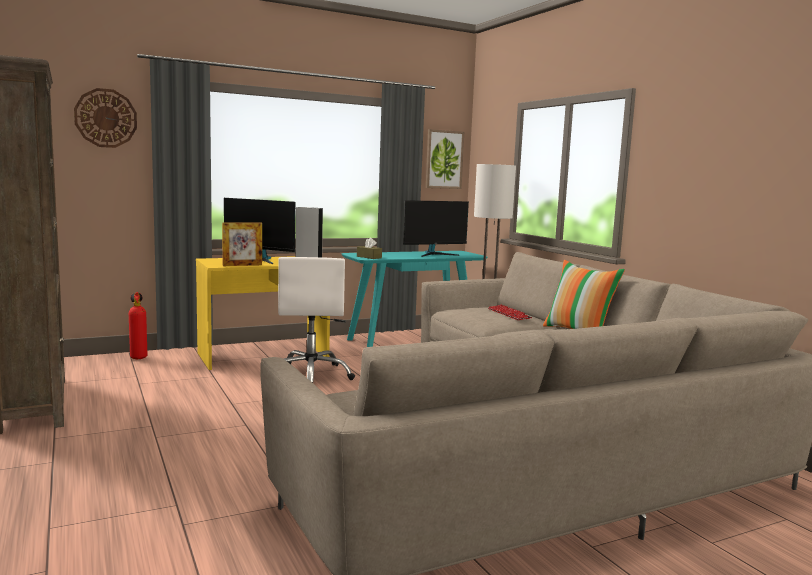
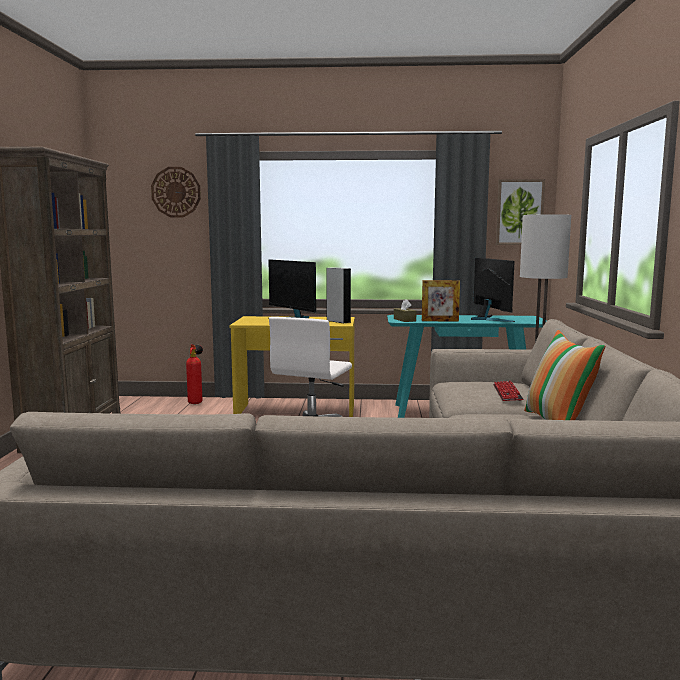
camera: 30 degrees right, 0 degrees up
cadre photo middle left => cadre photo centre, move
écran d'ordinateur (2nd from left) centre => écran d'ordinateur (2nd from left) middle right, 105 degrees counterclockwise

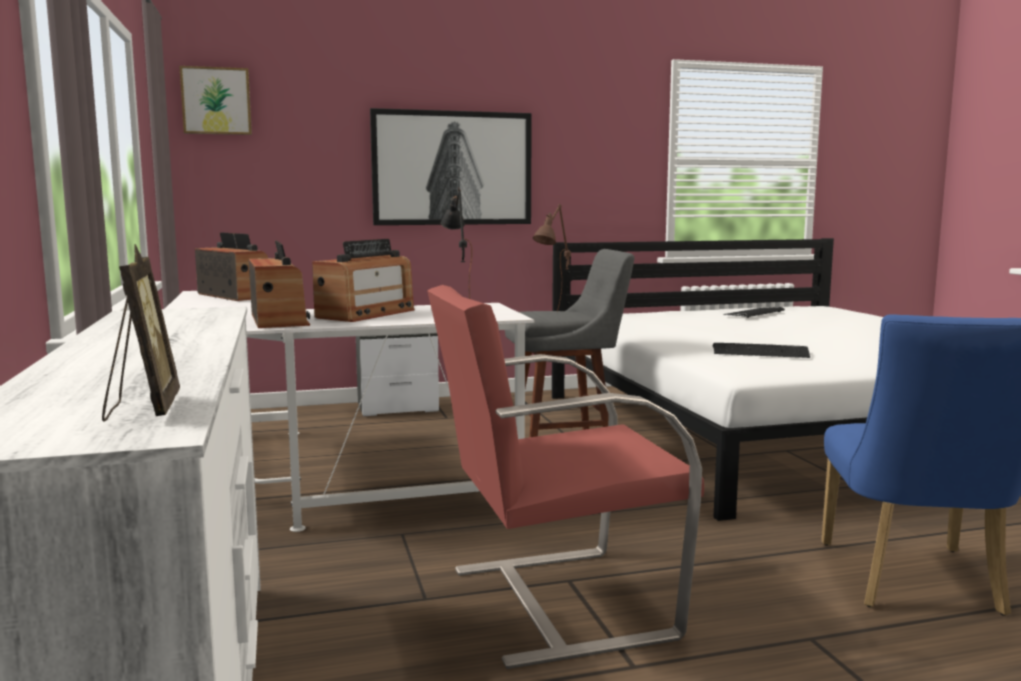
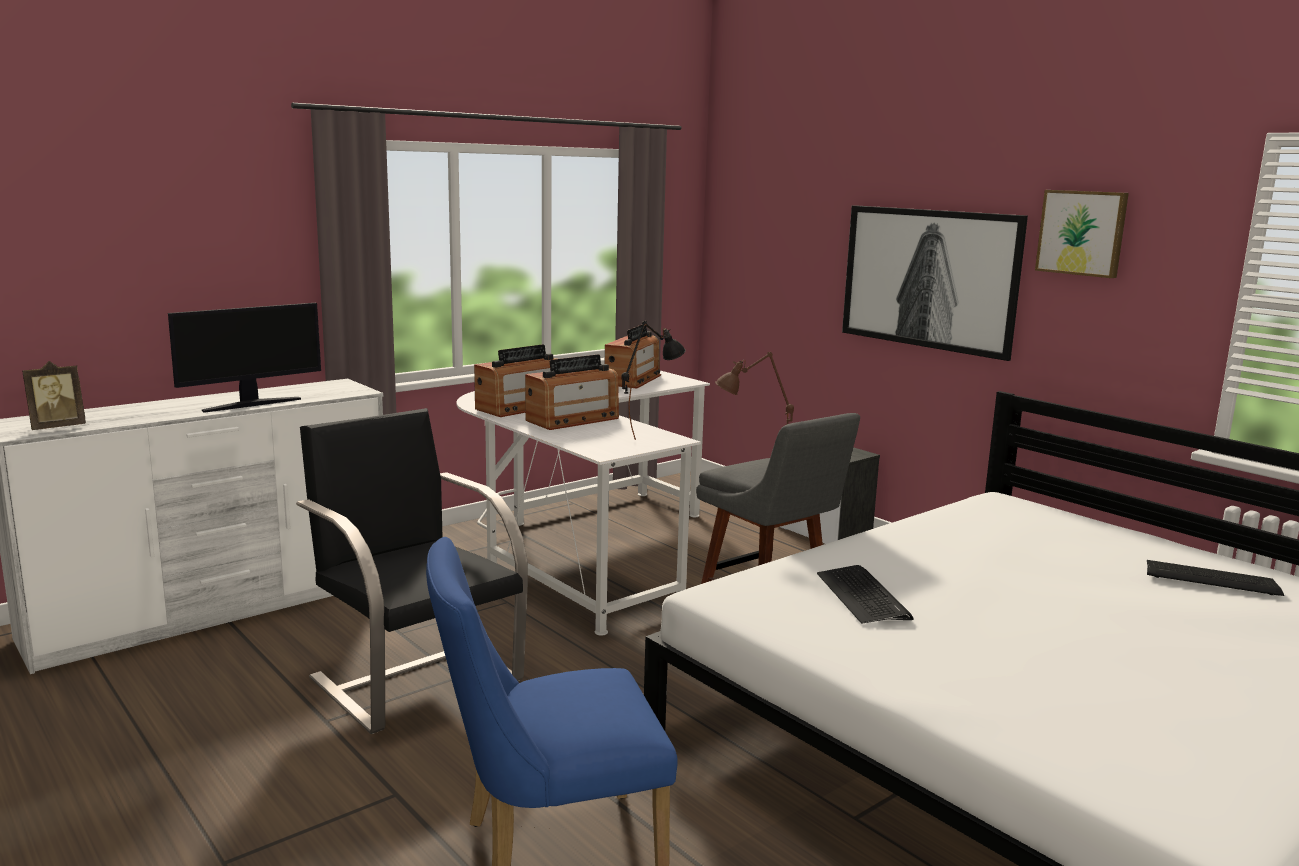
camera: 65 degrees right, 5 degrees up
nothing => écran d'ordinateur middle left
tableau (1st from left in the first image) top left => tableau (2nd from left) top right, move
fauteuil (rouge) bottom centre => fauteuil (noir) middle left
radio (3rd from left in the first image) centre => radio (2nd from left) centre, 45 degrees counterclockwise

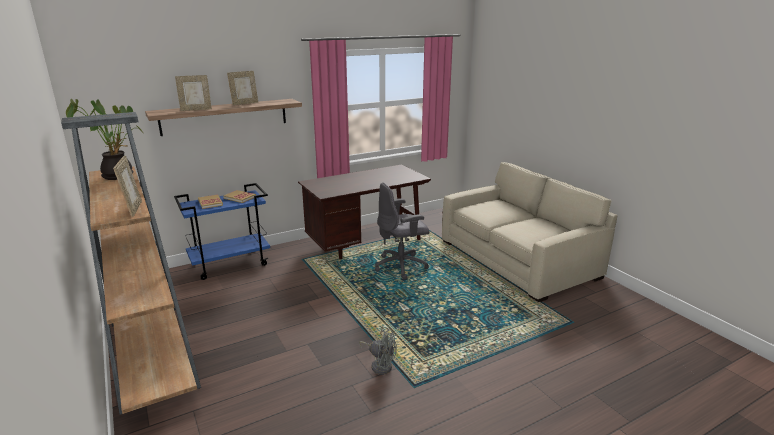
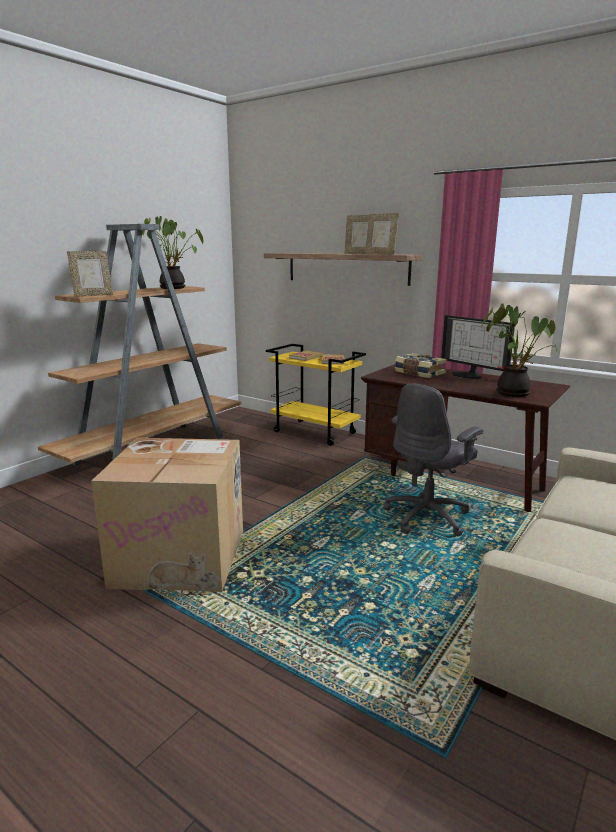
camera: 65 degrees right, 5 degrees down
nothing => livre (3rd from left) middle right
nothing => écran d'ordinateur middle right
nothing => plante en pot (2nd from left) middle right
cadre photo (2nd from left in the first image) top left => cadre photo (3rd from left) top centre, move
ventilateur (gris) bottom centre => carton middle left
chariot (bleu) middle left => chariot (jaune) centre
chaise de bureau (gris) centre => chaise de bureau (gris) middle right, 90 degrees counterclockwise

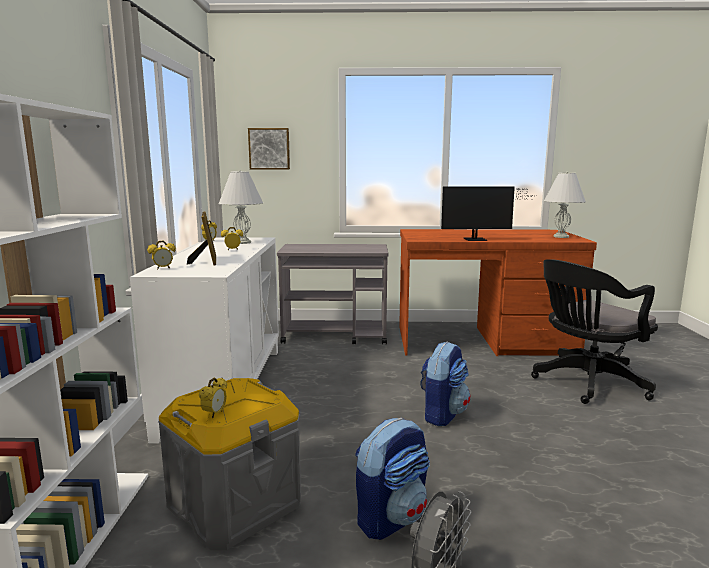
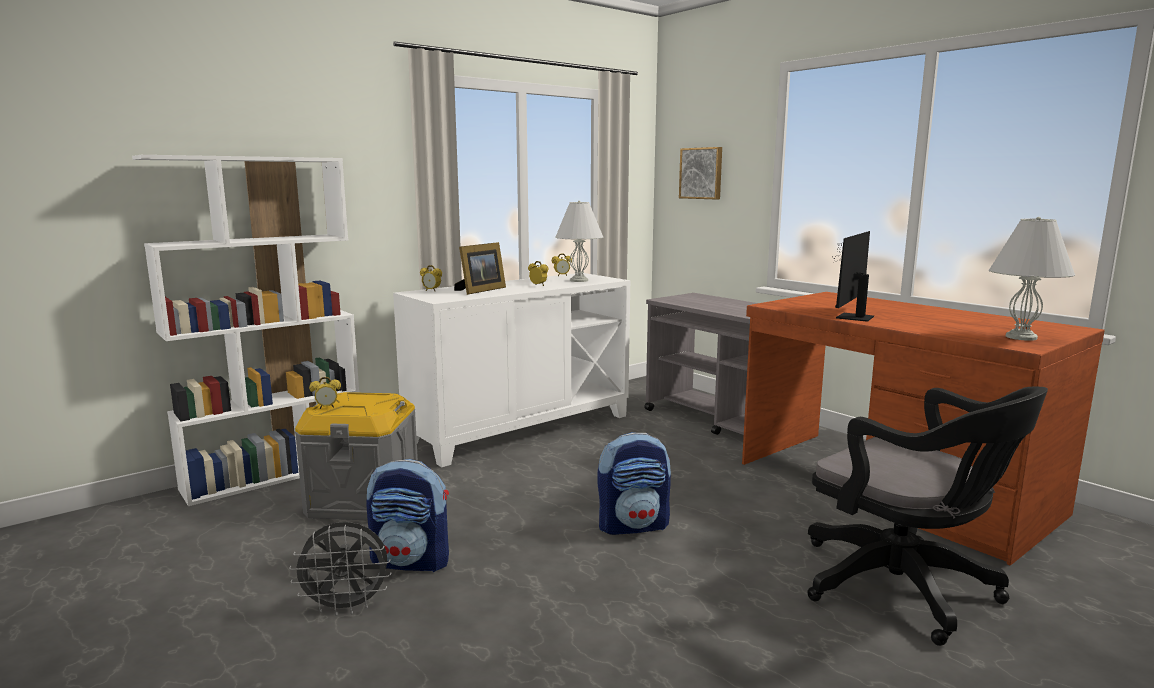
camera: 50 degrees right, 0 degrees up
écran d'ordinateur middle right, 75 degrees clockwise
chaise de bureau (noir) middle right => chaise de bureau (noir) bottom right, 150 degrees counterclockwise

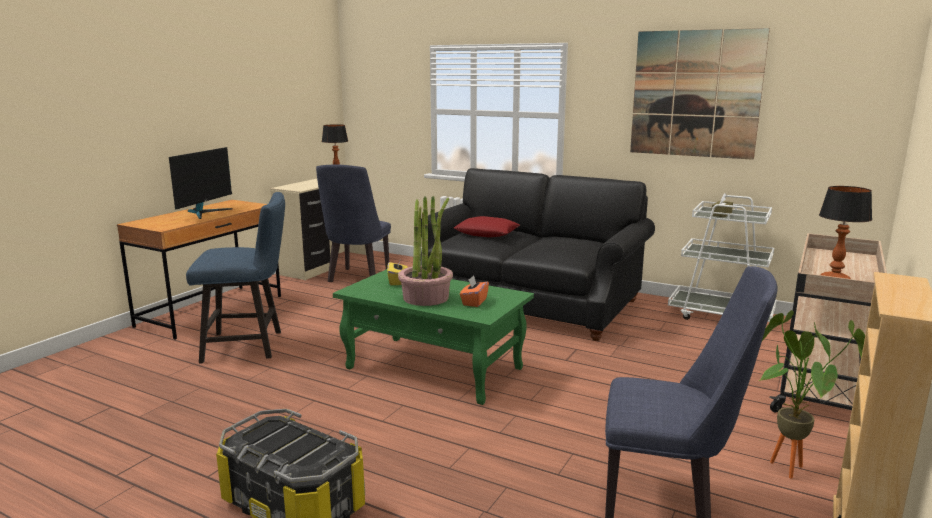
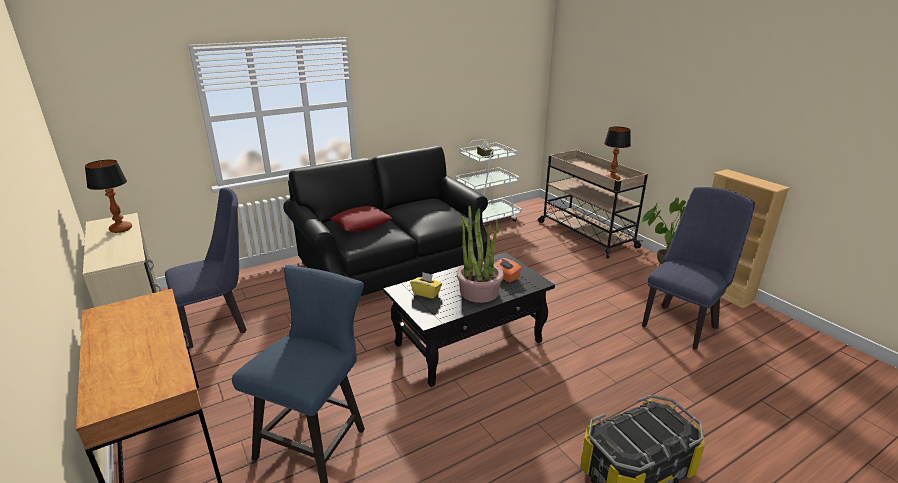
camera: 60 degrees left, 10 degrees up
écran d'ordinateur middle left => nothing
tableau top right => nothing
table basse (vert) centre => table basse (noir) centre
chaise (bleu) (2nd from left in the first image) centre => chaise (bleu) (1st from left) middle left, 75 degrees counterclockwise

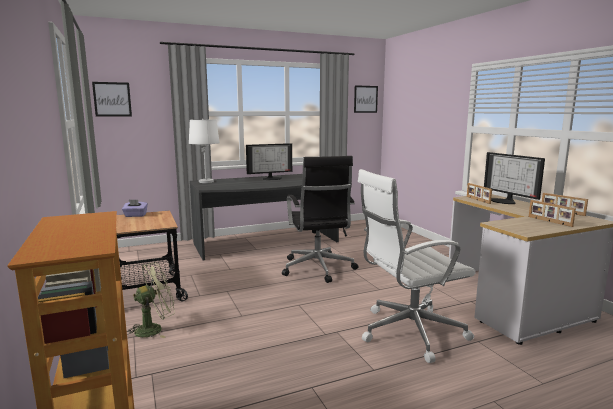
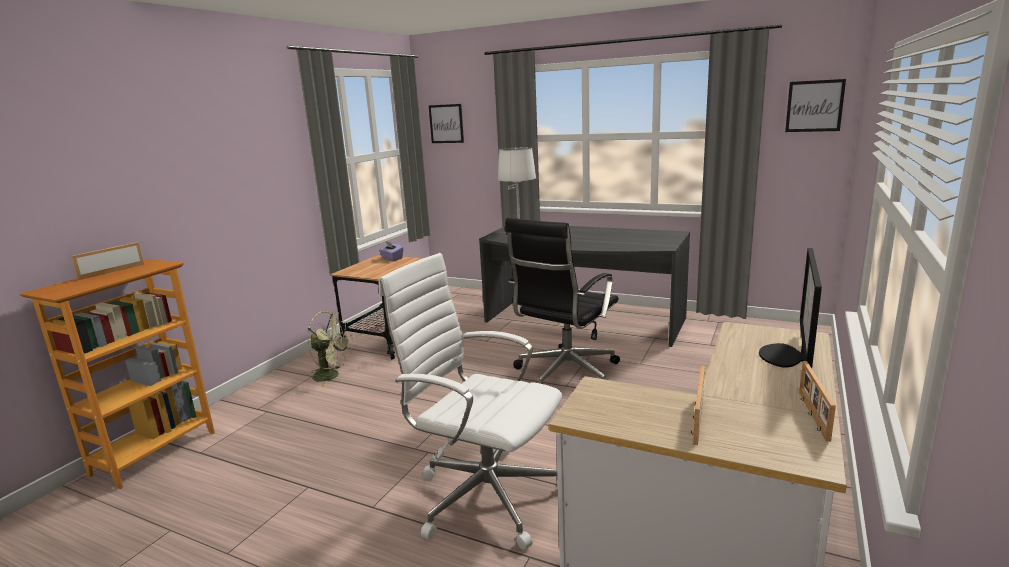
camera: 50 degrees right, 5 degrees up
écran d'ordinateur (1st from left) centre => nothing
cadre photo (1st from left) middle right => cadre photo (1st from left) middle left, move

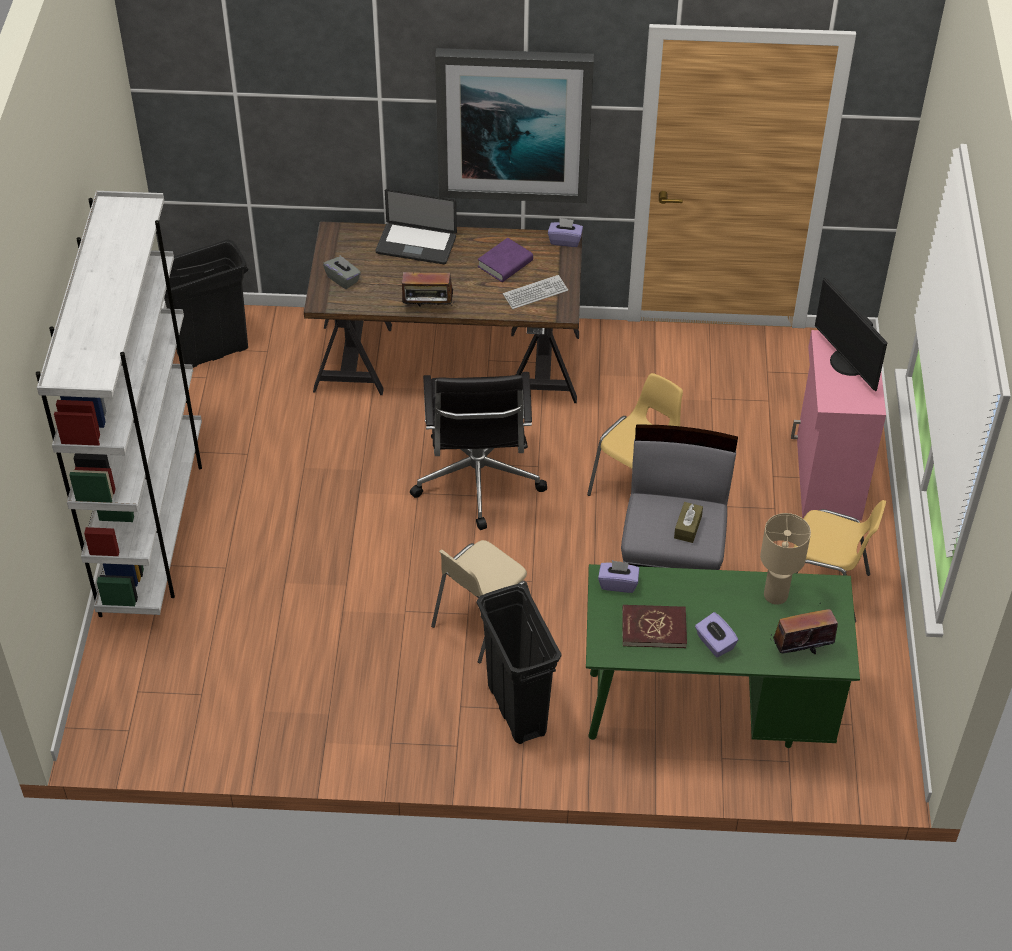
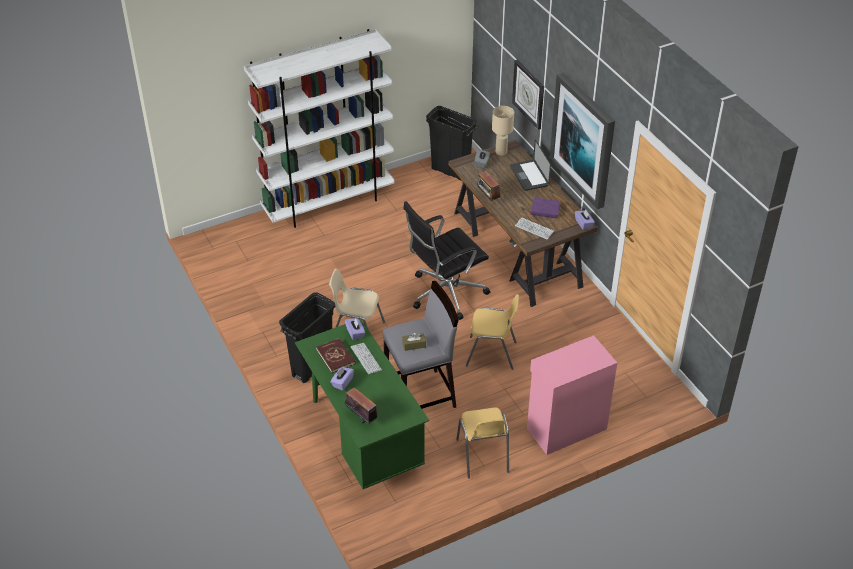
camera: 60 degrees right, 5 degrees down
écran d'ordinateur middle right => nothing
nothing => clavier (1st from left) centre
nothing => horloge murale top centre
lampe de table (beige) middle right => lampe de table (beige) top centre, move

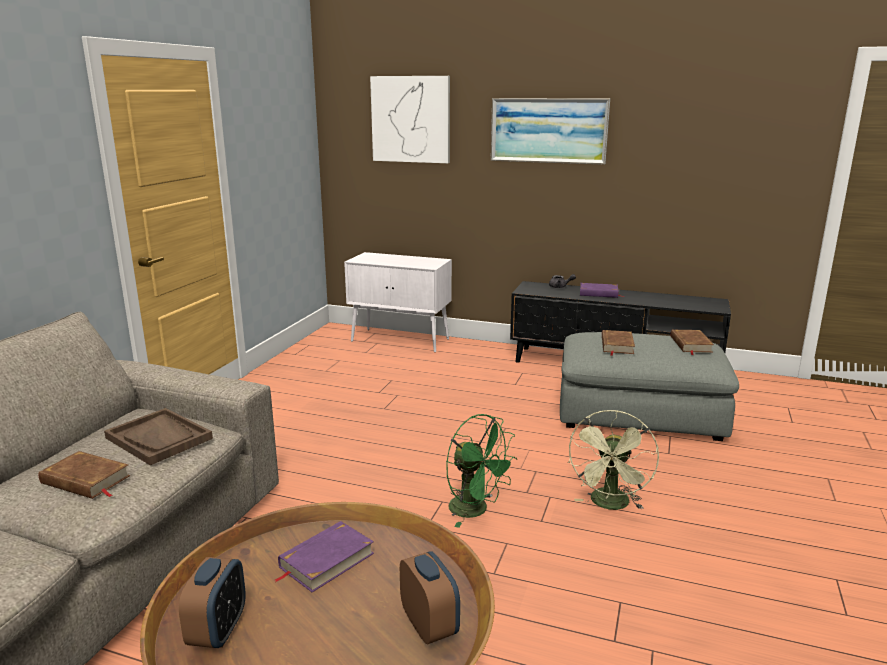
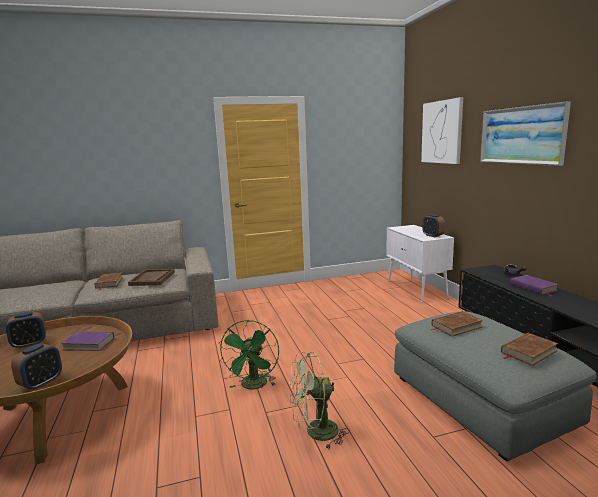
camera: 55 degrees right, 5 degrees down
nothing => réveil (3rd from left) middle right

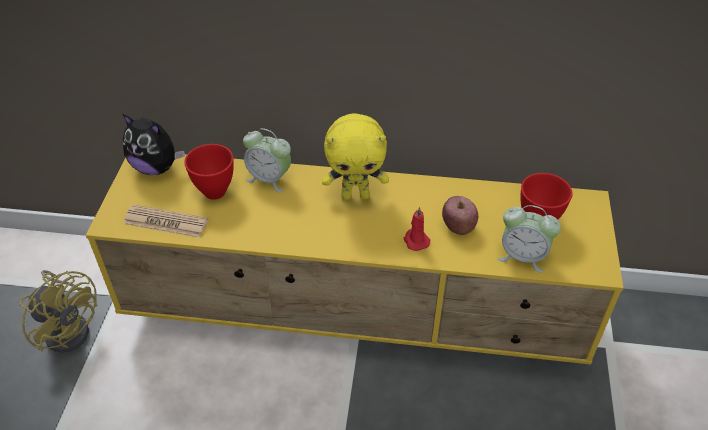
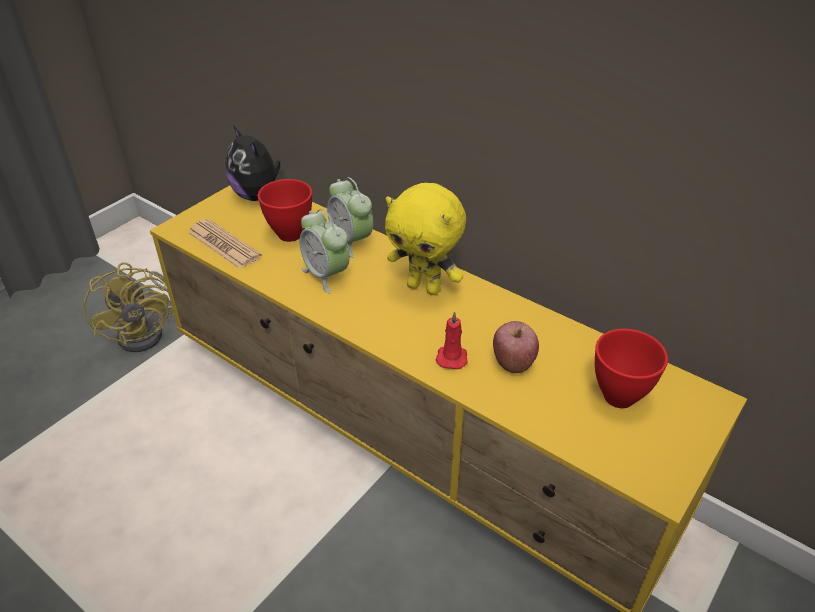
camera: 30 degrees right, 5 degrees down
réveil (2nd from left in the first image) middle right => réveil (1st from left) centre, move

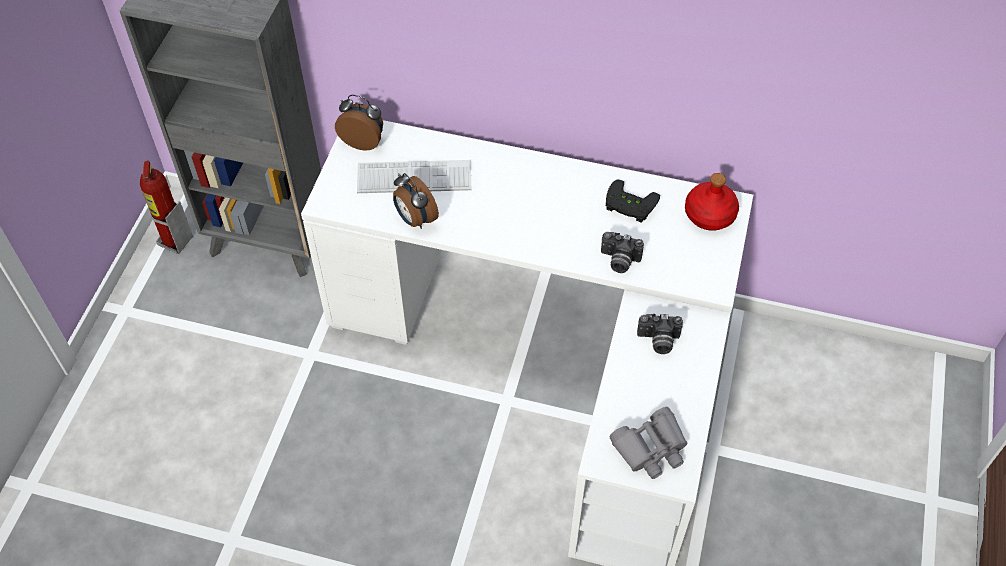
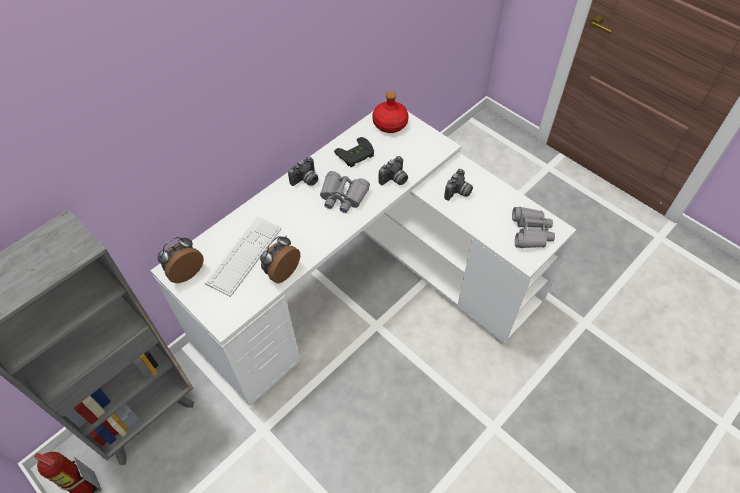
camera: 60 degrees left, 0 degrees up
nothing => appareil photo (1st from left) centre
nothing => jumelles (gris) (1st from left) centre
réveil (2nd from left) centre, 135 degrees clockwise

